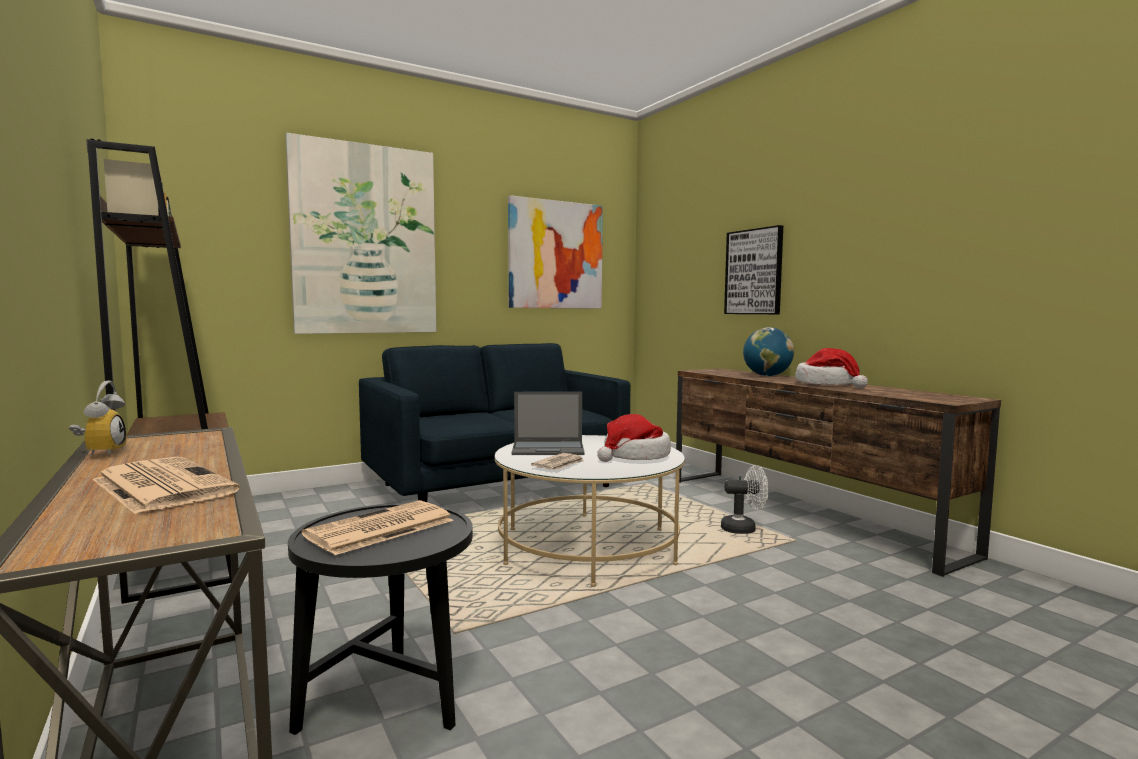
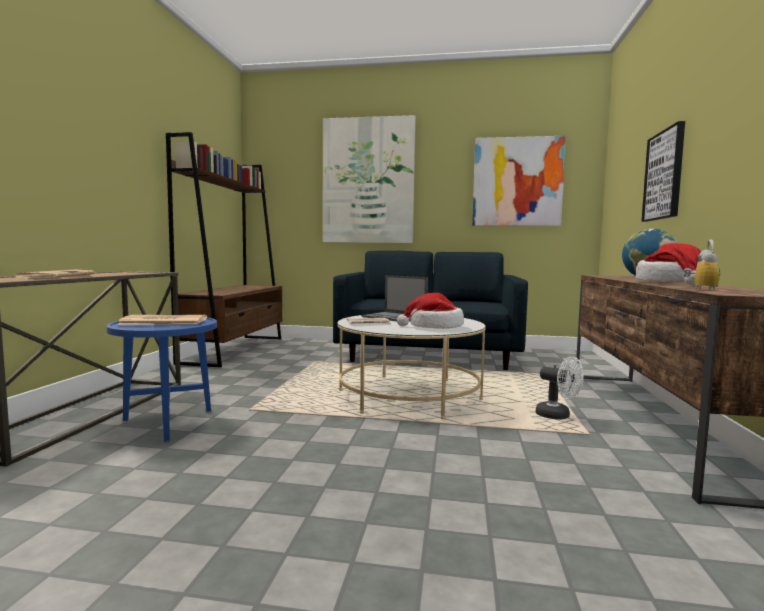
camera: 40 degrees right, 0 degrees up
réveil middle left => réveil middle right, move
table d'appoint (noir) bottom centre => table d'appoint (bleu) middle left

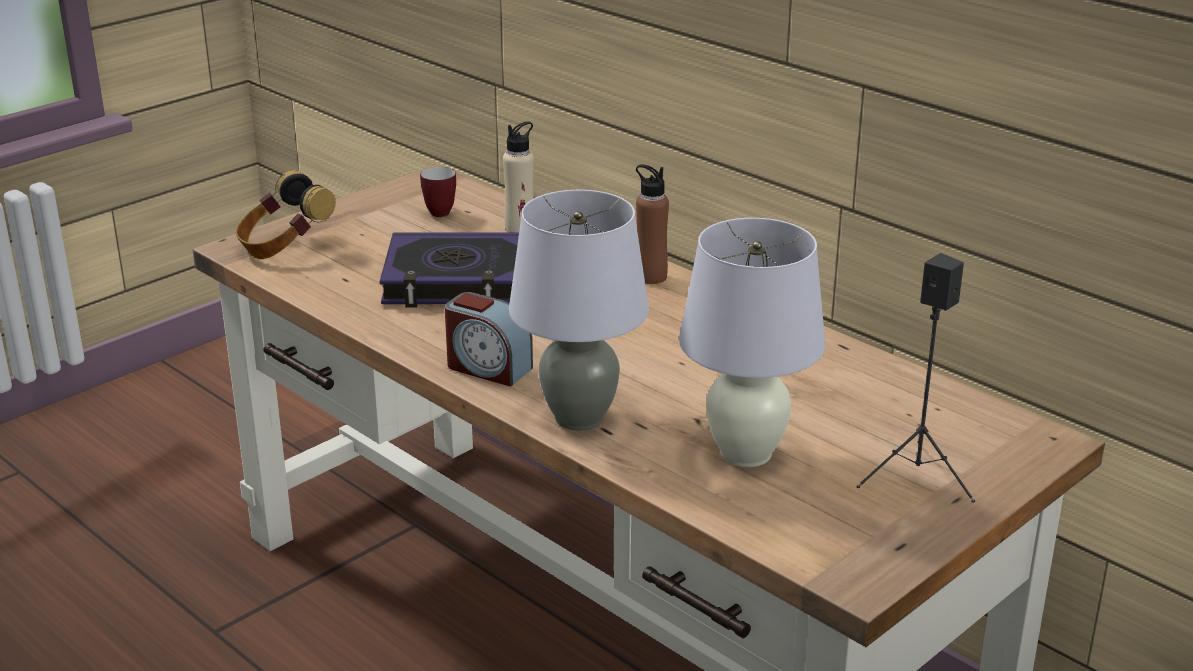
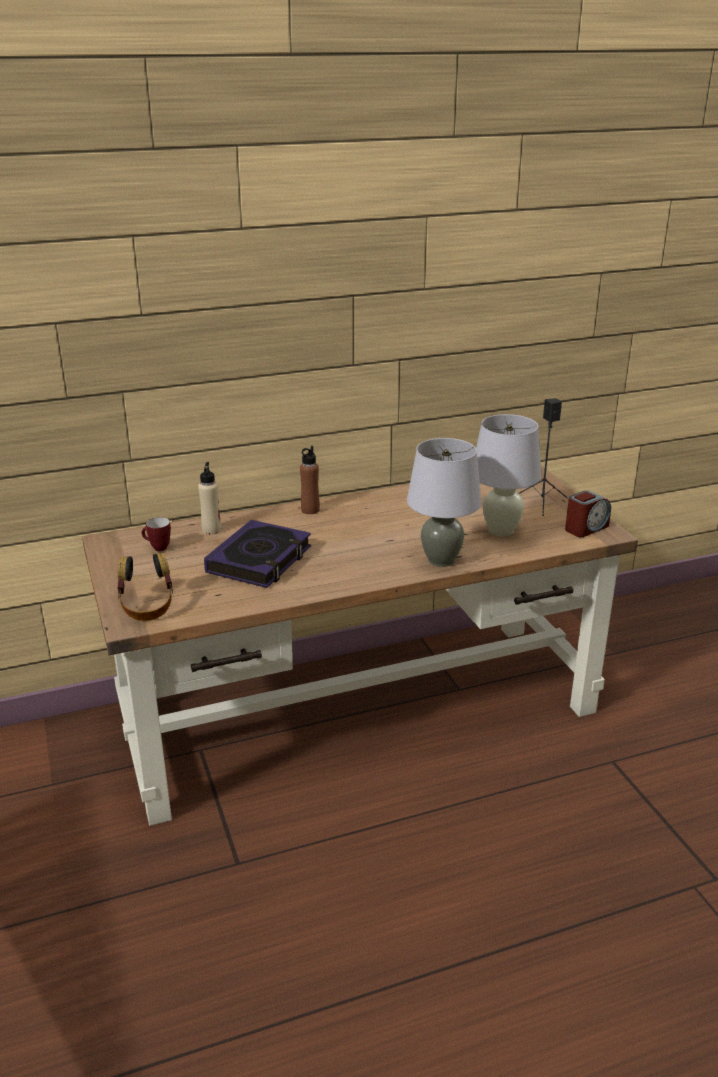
camera: 65 degrees left, 0 degrees up
réveil centre => réveil middle right, move

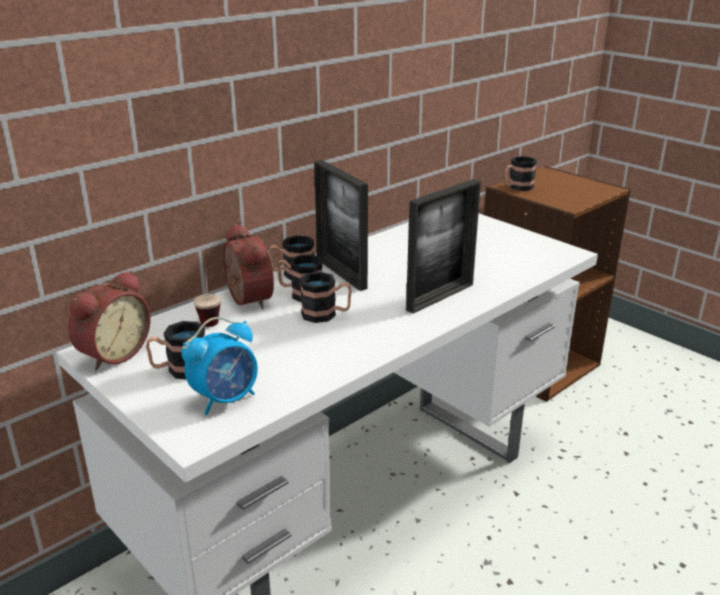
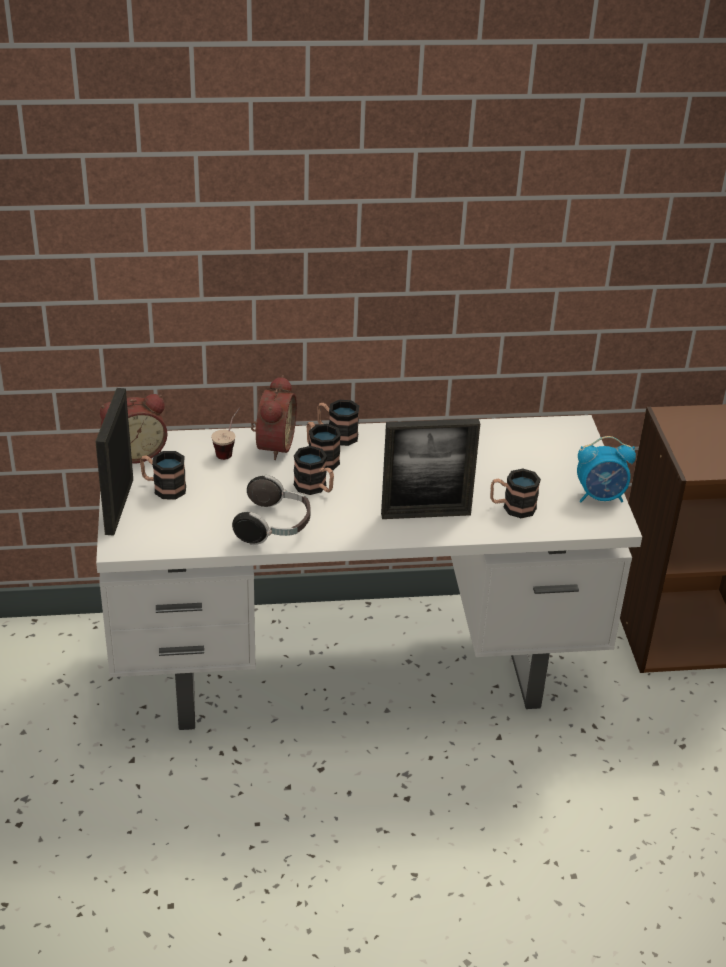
camera: 35 degrees right, 10 degrees up
nothing => casque audio centre
réveil (2nd from left in the first image) middle left => réveil (3rd from left) middle right, move
cadre photo (1st from left) centre => cadre photo (1st from left) middle left, move
mug (5th from left) top right => mug (5th from left) middle right, move

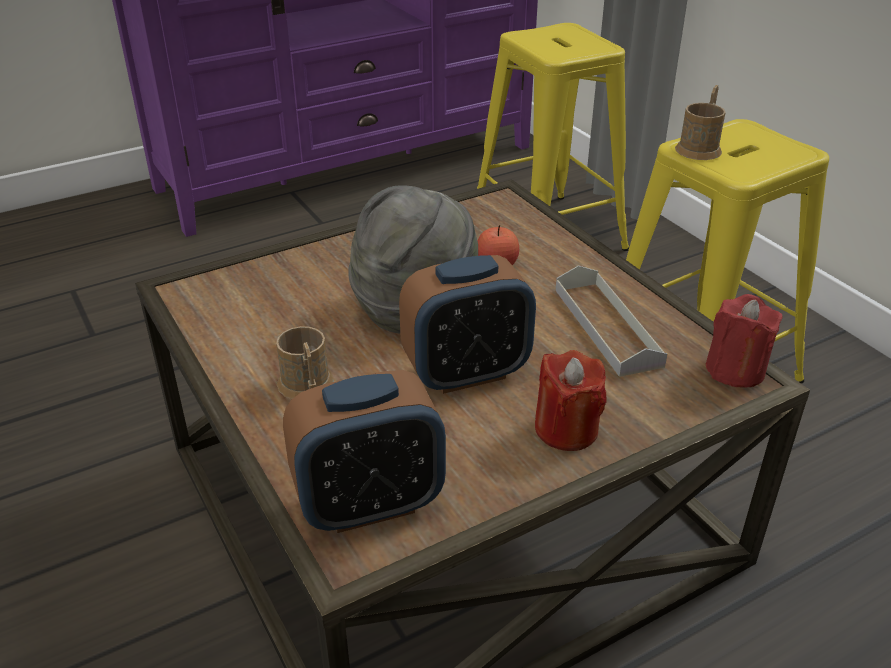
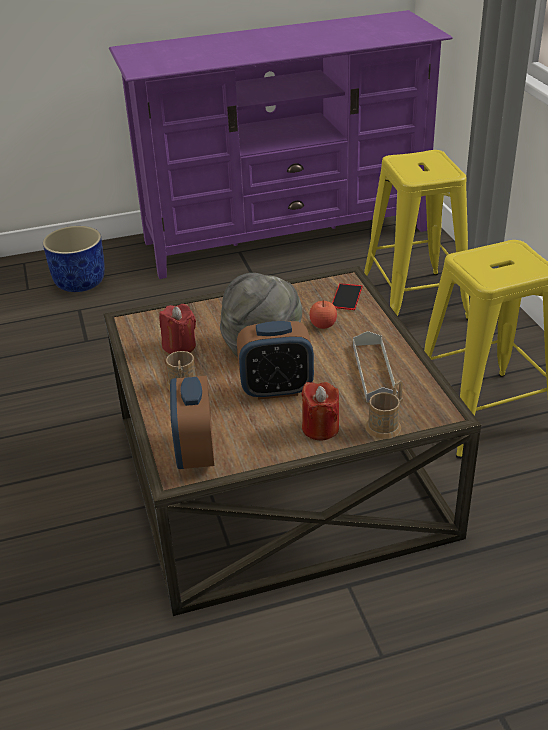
camera: 15 degrees right, 0 degrees up
nothing => cache-pot (bleu) middle left
nothing => téléphone centre
mug (marron) (2nd from left) top right => mug (marron) (2nd from left) middle right, move
bougie (rouge) (2nd from left in the first image) middle right => bougie (rouge) (1st from left) middle left, move
réveil (1st from left) bottom centre => réveil (1st from left) centre, 90 degrees clockwise

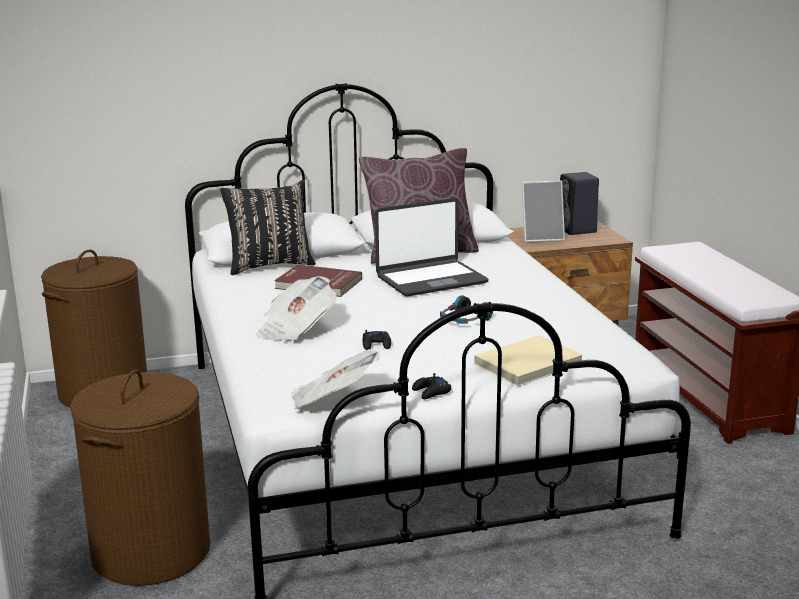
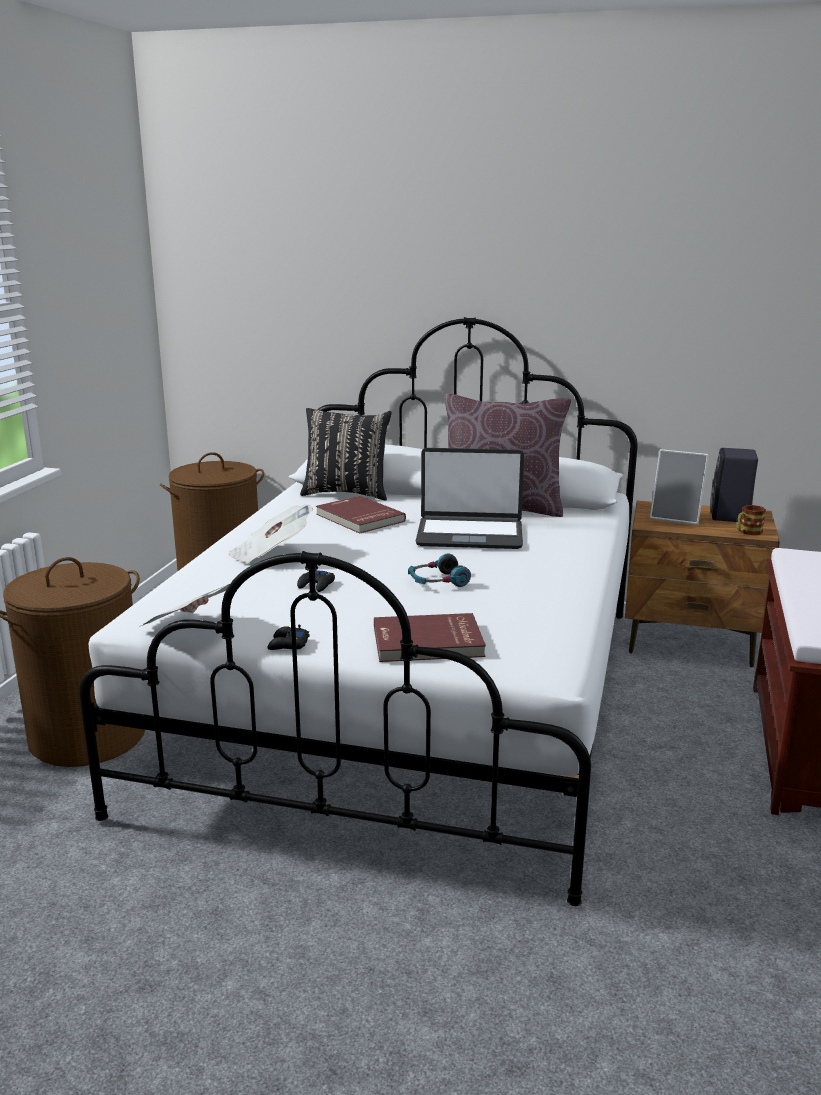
camera: 30 degrees right, 0 degrees up
nothing => mug middle right
livre (beige) centre => livre (rouge) (2nd from left) centre

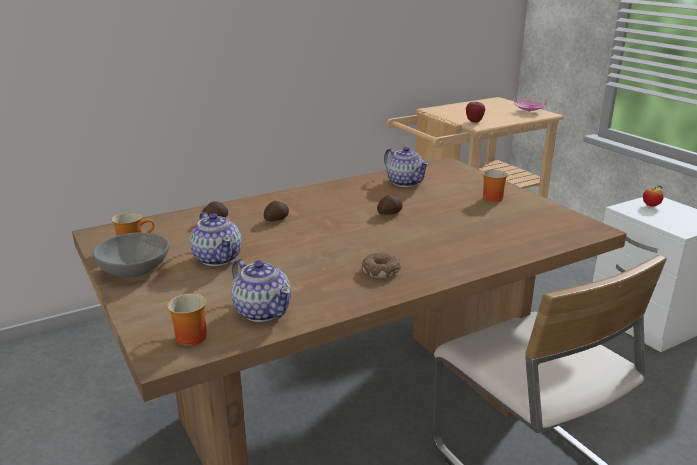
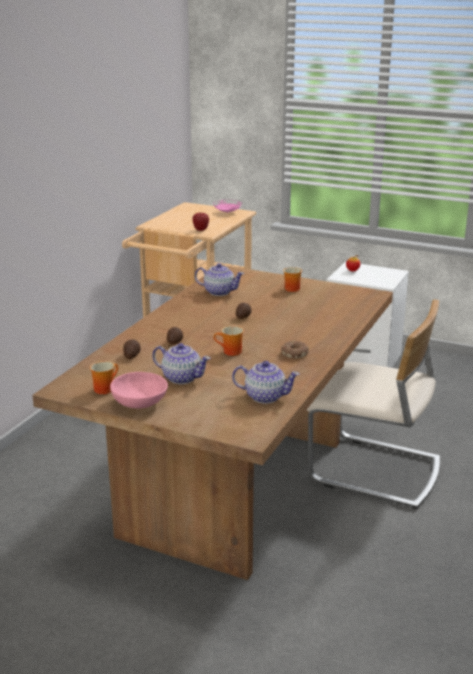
camera: 35 degrees left, 0 degrees up
mug (2nd from left) bottom left => mug (2nd from left) centre, move
bol (gris) middle left => bol (rose) middle left

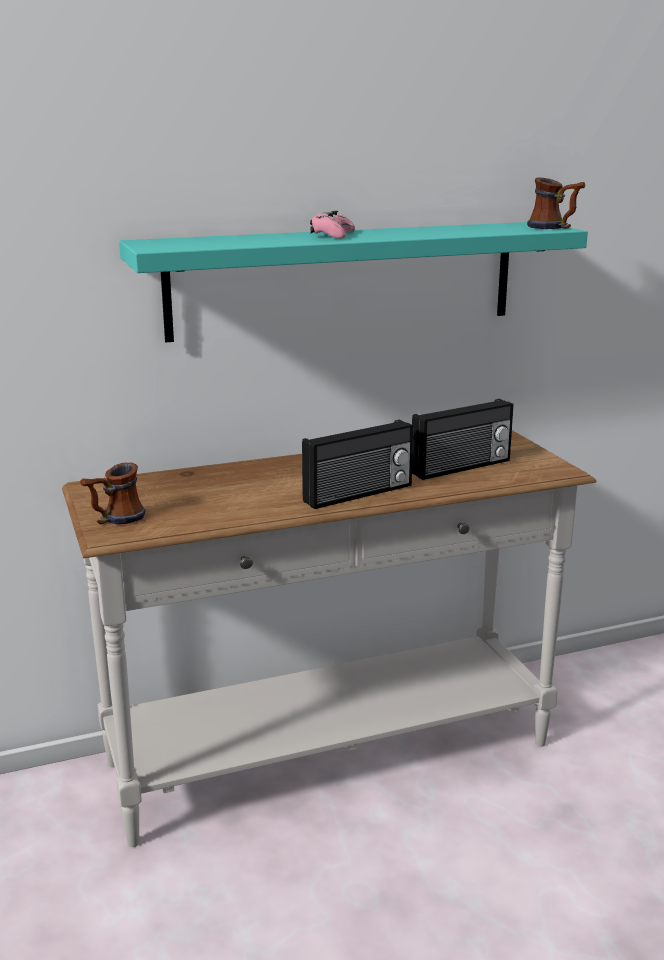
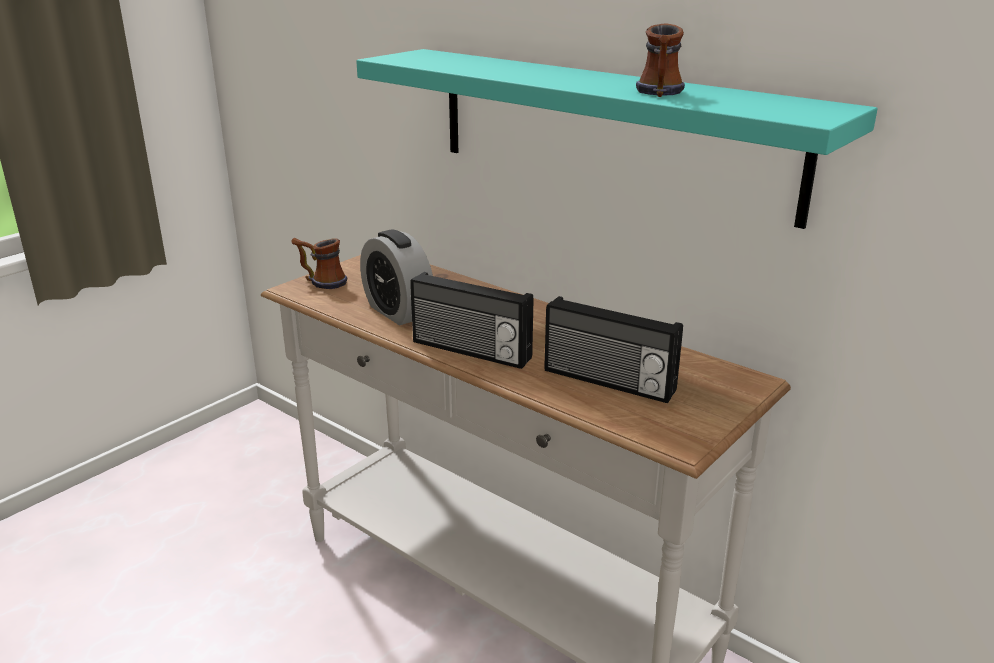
camera: 60 degrees right, 5 degrees up
manette (rose) top centre => nothing
nothing => réveil centre
mug (2nd from left) top right => mug (2nd from left) top centre, move

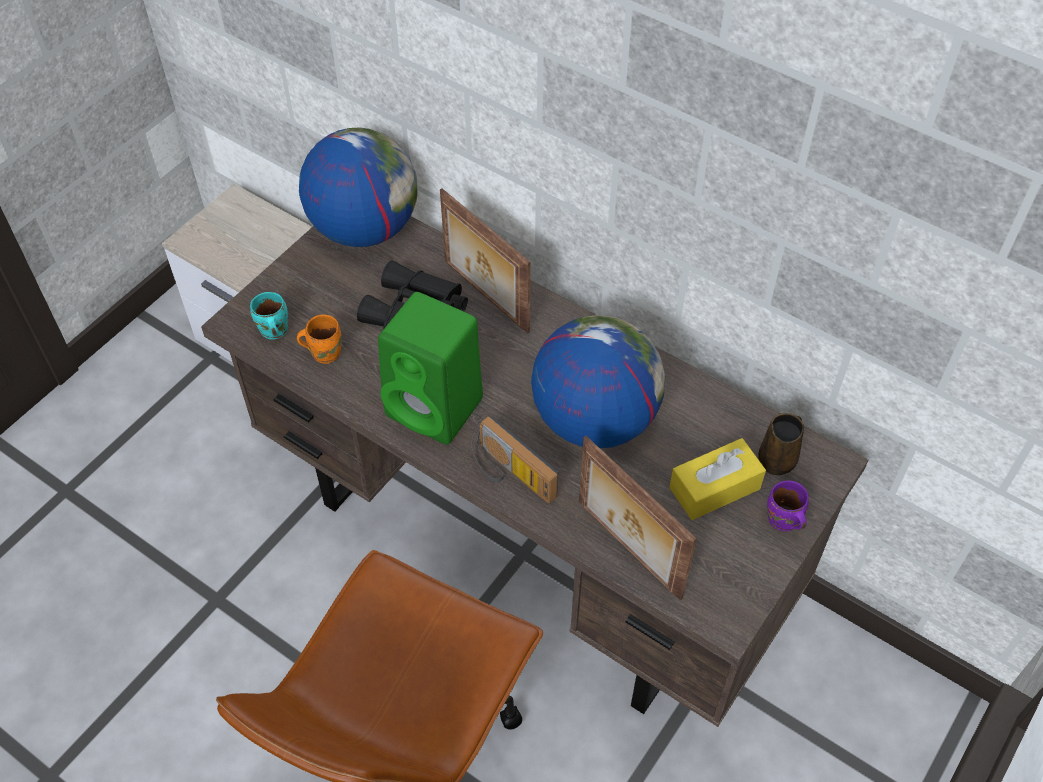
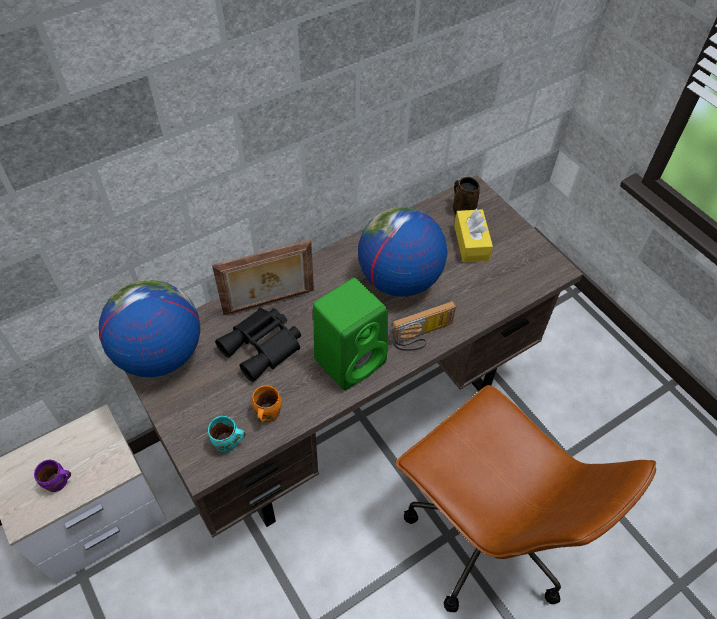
camera: 70 degrees left, 0 degrees up
cadre photo (2nd from left) centre => nothing
mug (violet) middle right => mug (violet) bottom left, move

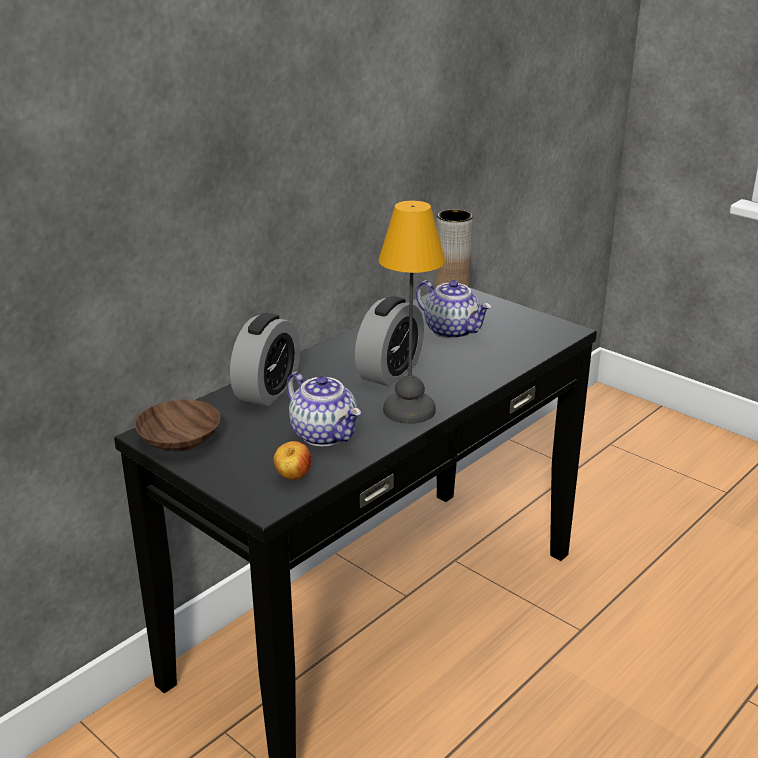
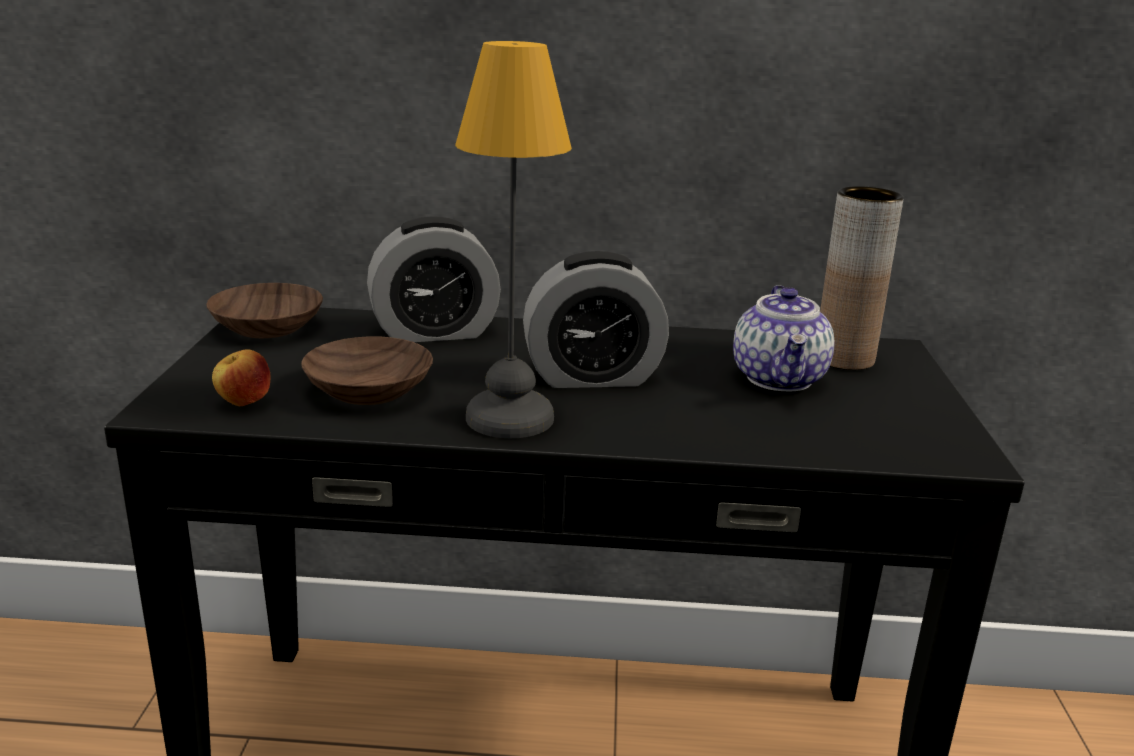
camera: 50 degrees right, 5 degrees down
théière (1st from left) centre => bol (marron) (2nd from left) middle left

